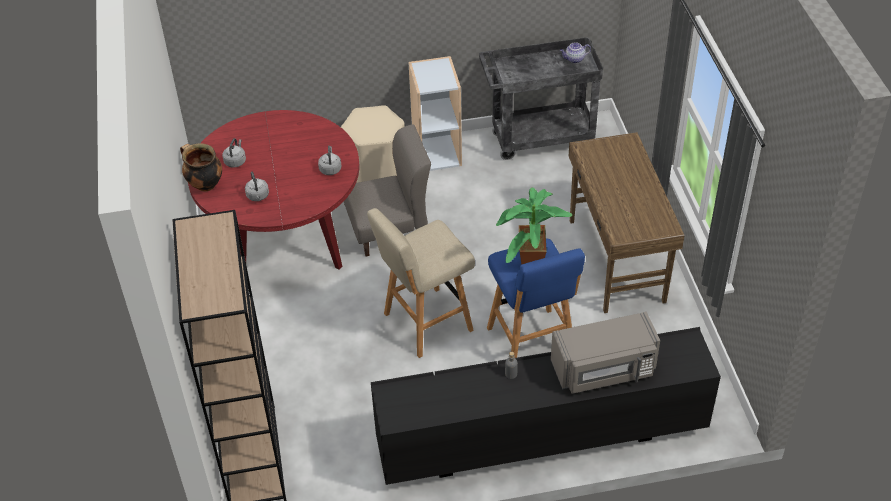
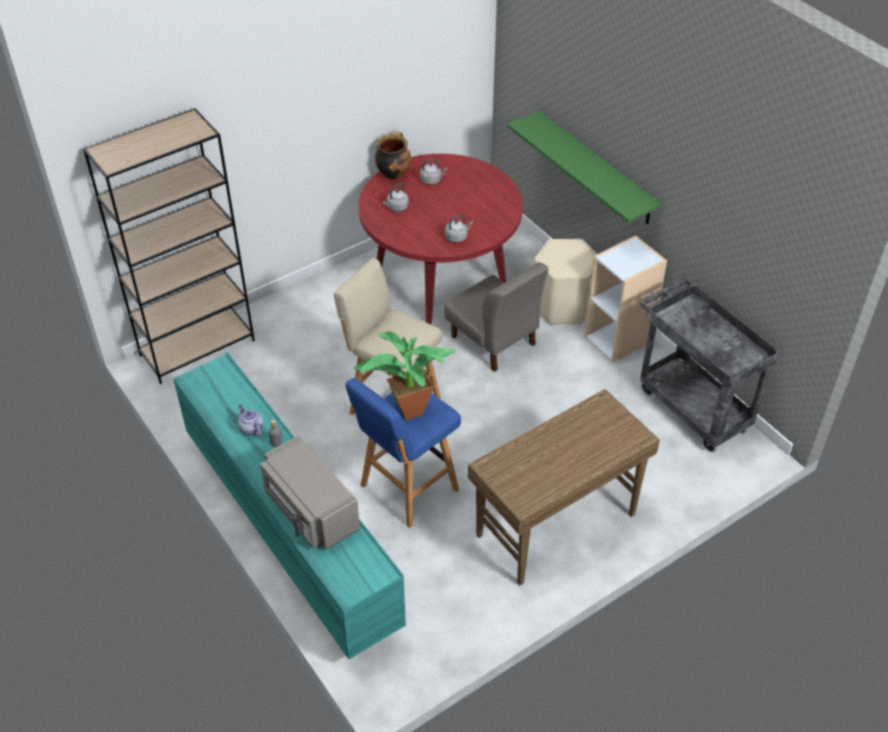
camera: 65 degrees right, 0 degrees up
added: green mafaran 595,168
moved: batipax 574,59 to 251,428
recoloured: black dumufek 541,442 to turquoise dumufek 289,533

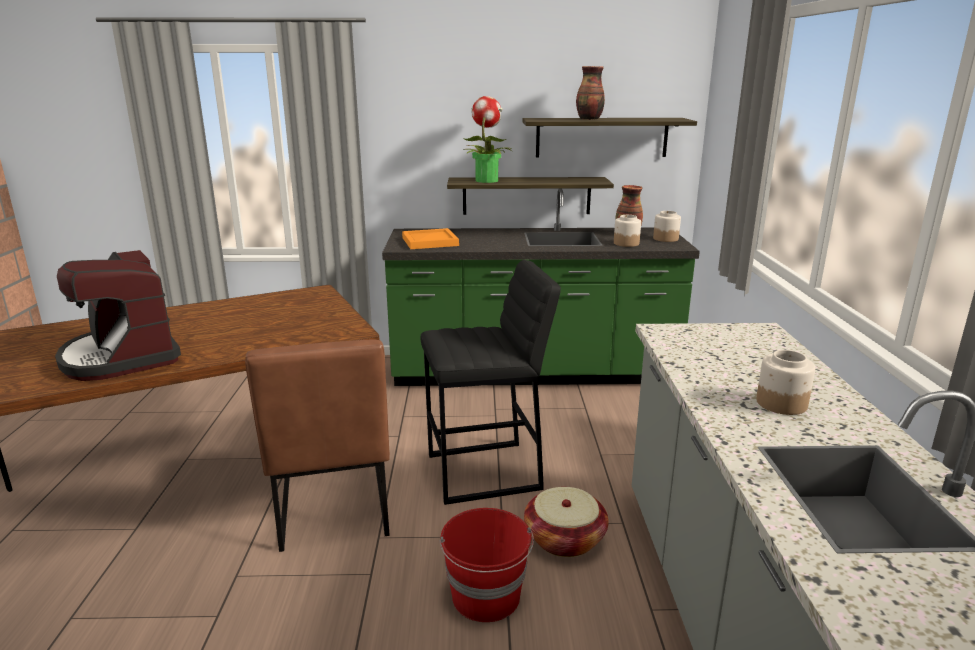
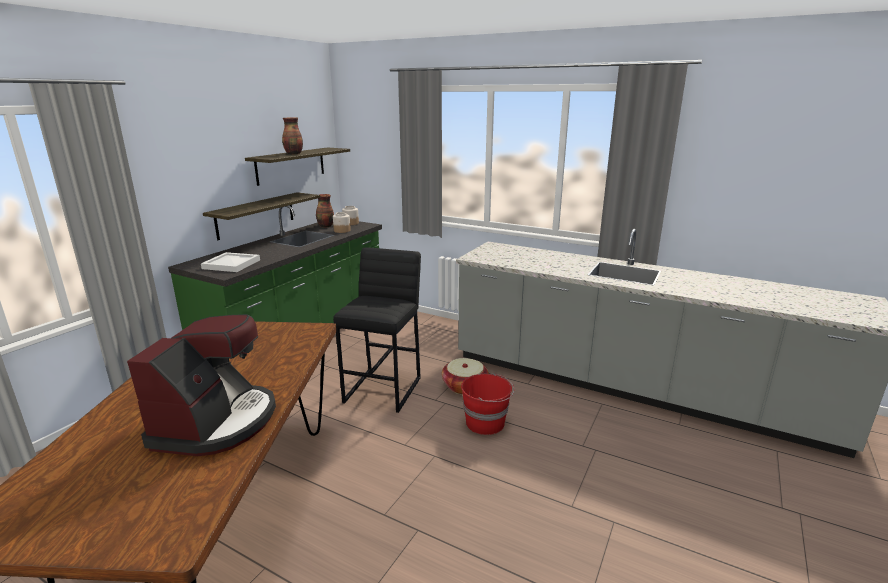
camera: 60 degrees left, 0 degrees up
removed: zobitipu 486,180; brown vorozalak 332,508; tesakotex 780,403
recoloured: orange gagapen 429,241 to white gagapen 230,264
turned: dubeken 122,357 = 217,422 75 degrees counterclockwise

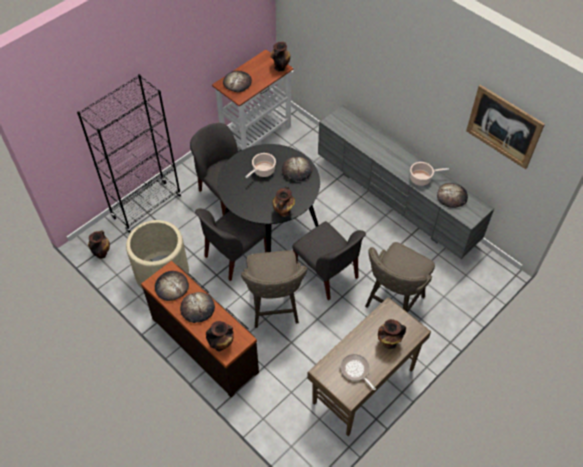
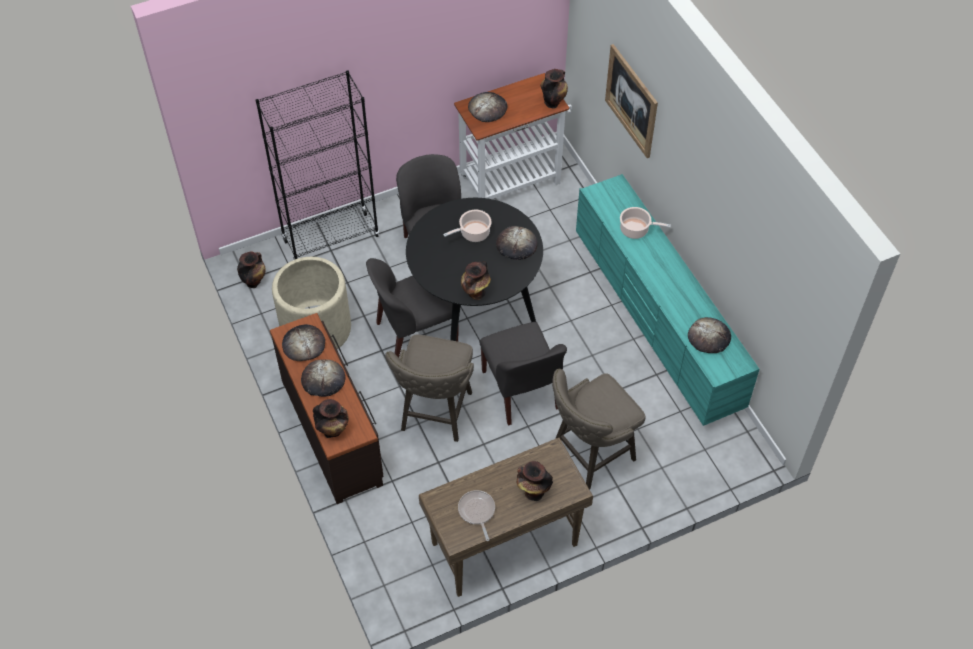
camera: 20 degrees right, 0 degrees up
moved: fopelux 504,126 to 631,101; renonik 422,178 to 636,230
recoloured: grey dumufek 395,201 to turquoise dumufek 656,324

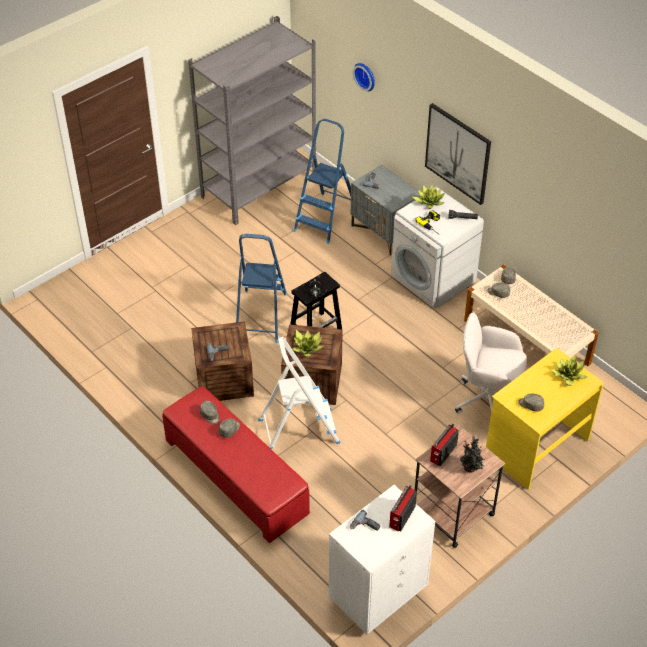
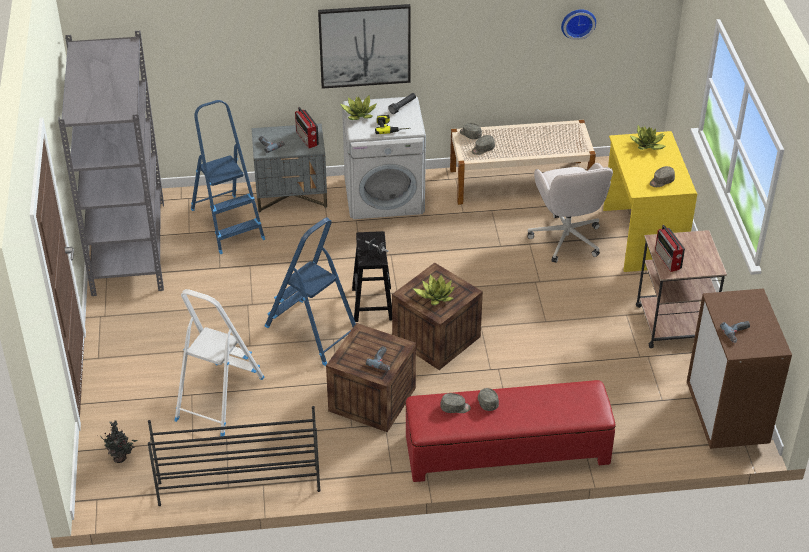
camera: 55 degrees left, 5 degrees down
added: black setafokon 238,486
moved: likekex 366,76 to 578,22; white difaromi 300,431 to 220,397; zobitipu 471,468 to 121,458; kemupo 401,517 to 307,139
recoloured: white dumufek 377,595 to brown dumufek 726,418
turned: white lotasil 487,401 = 566,239 60 degrees counterclockwise

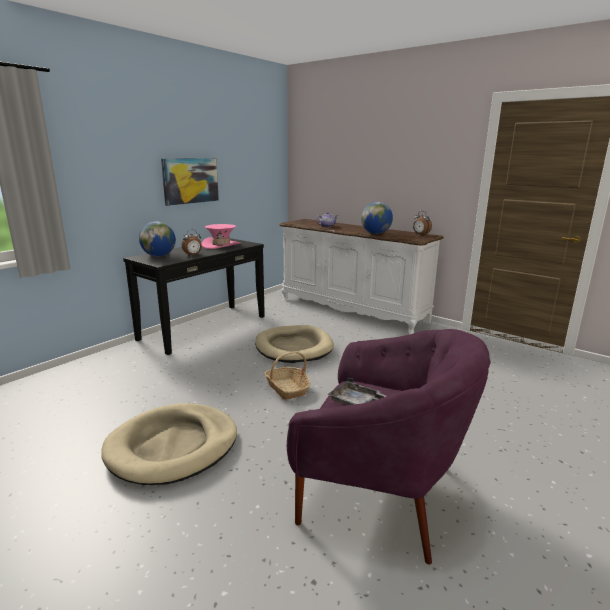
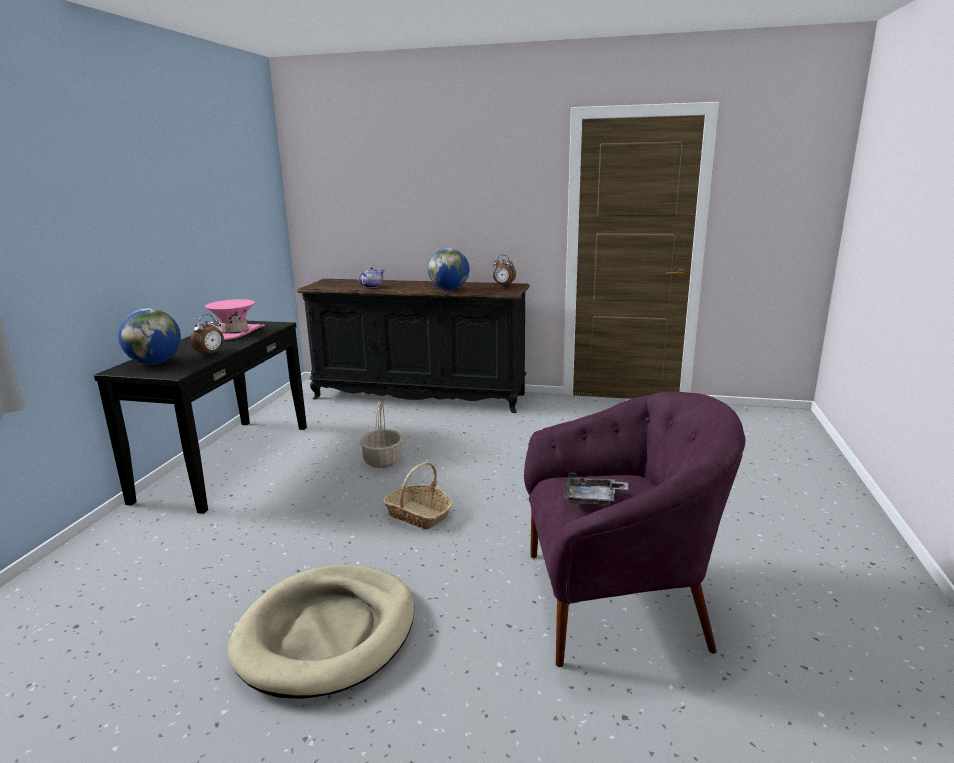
camera: 25 degrees left, 0 degrees up
removed: fopelux 190,180
replaced: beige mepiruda 293,347 to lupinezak 382,460
recoloured: white dumufek 350,310 to black dumufek 418,397

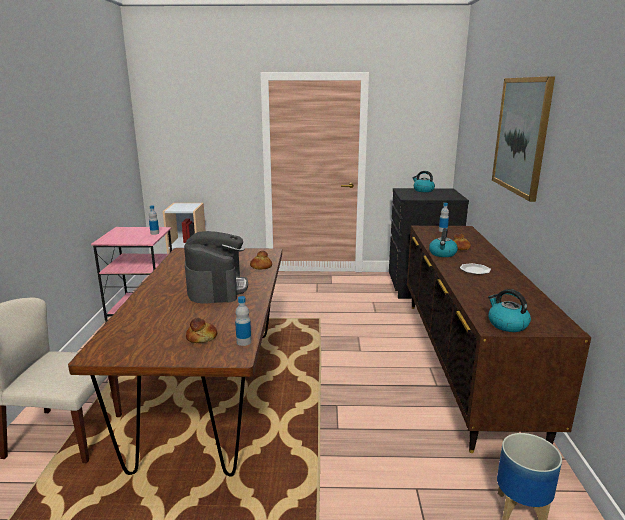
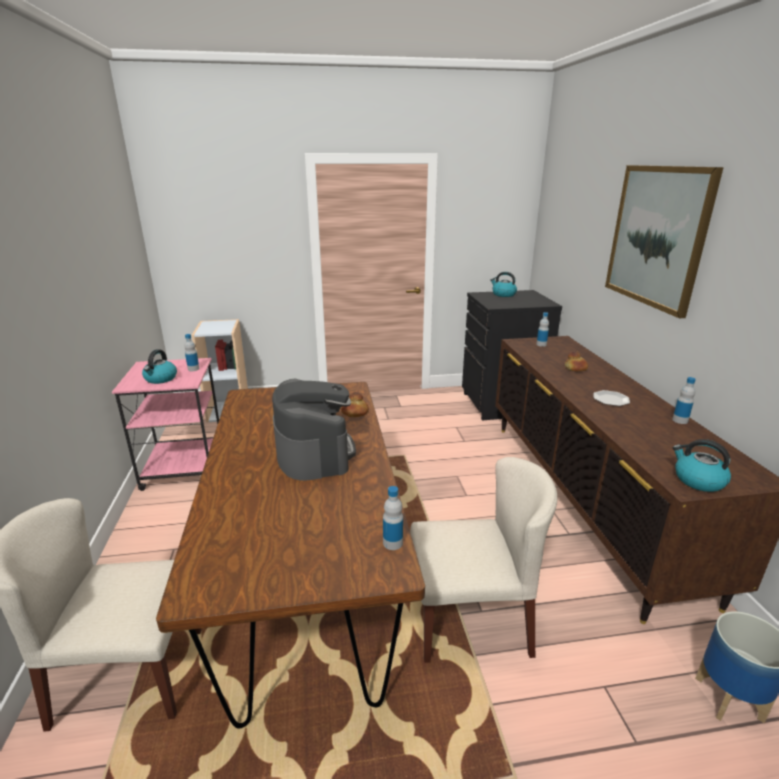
camera: 10 degrees left, 5 degrees up
removed: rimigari 202,338
added: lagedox 680,420; beige vorozalak 471,620
moved: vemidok 442,254 to 160,379

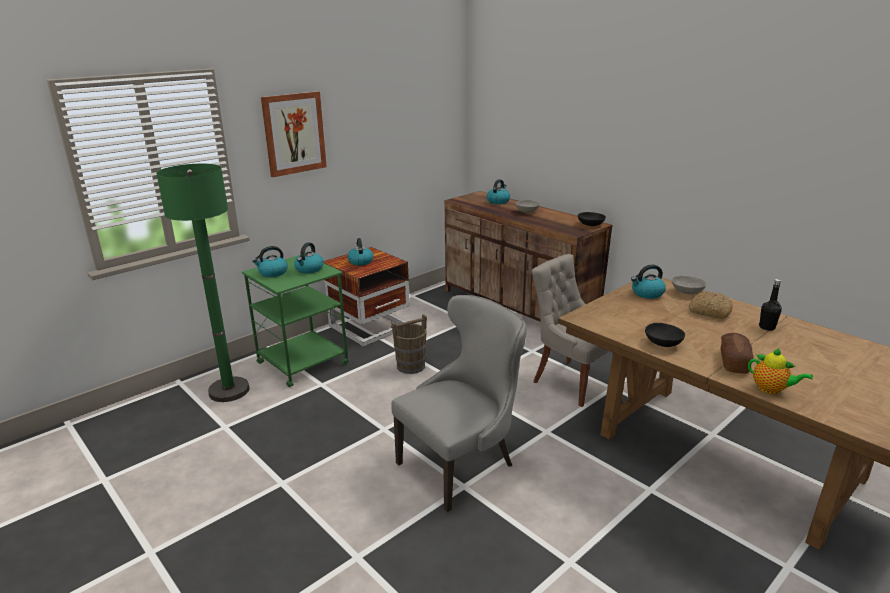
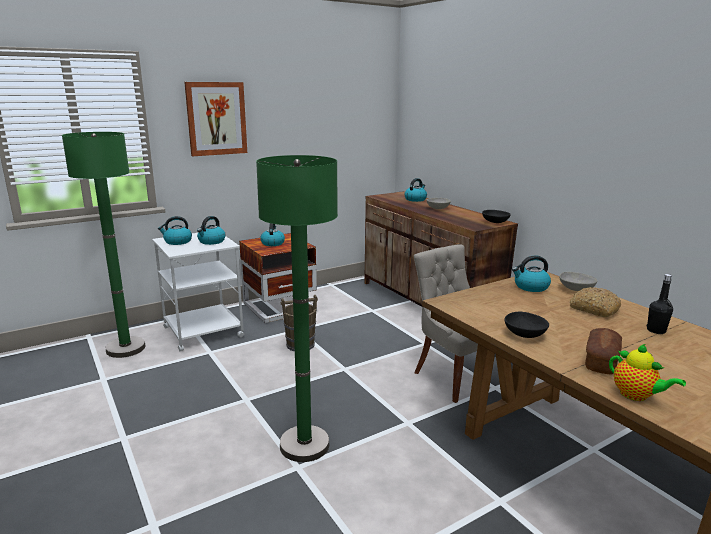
camera: 10 degrees right, 5 degrees down
replaced: grey vorozalak 461,465 to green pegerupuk 304,445
recoloured: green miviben 303,362 to white miviben 204,331

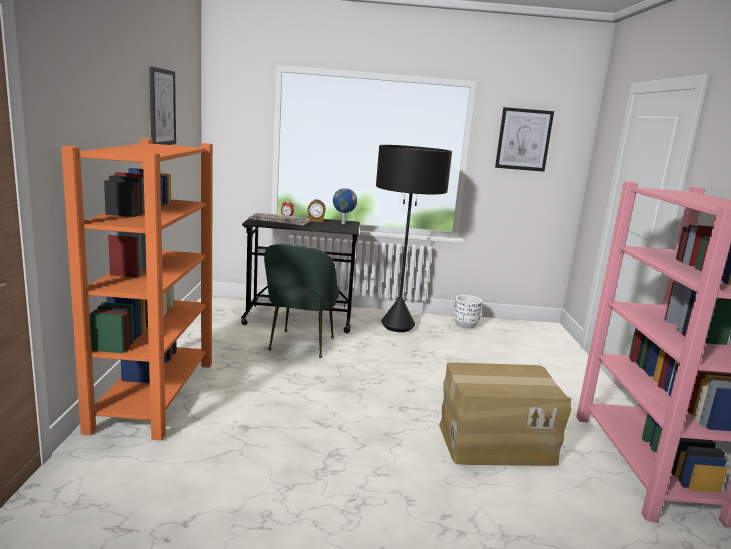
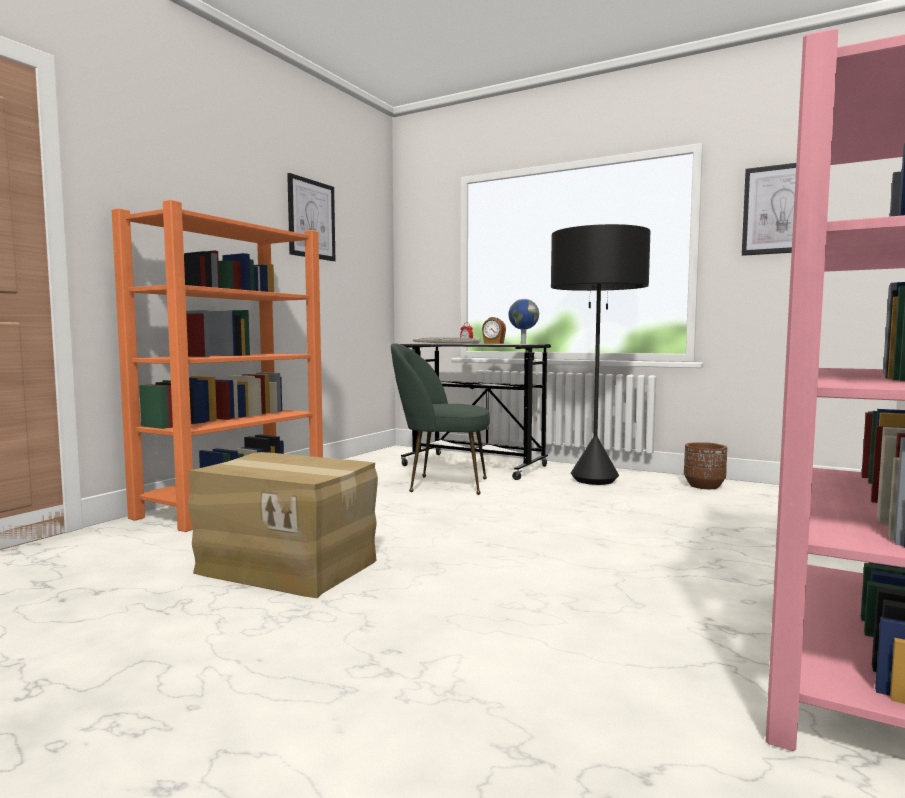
camera: 30 degrees right, 10 degrees down
moved: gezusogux 495,442 to 288,566
recoloured: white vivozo 465,325 to brown vivozo 704,486
turned: green vorozalak 300,346 = 441,485 60 degrees clockwise

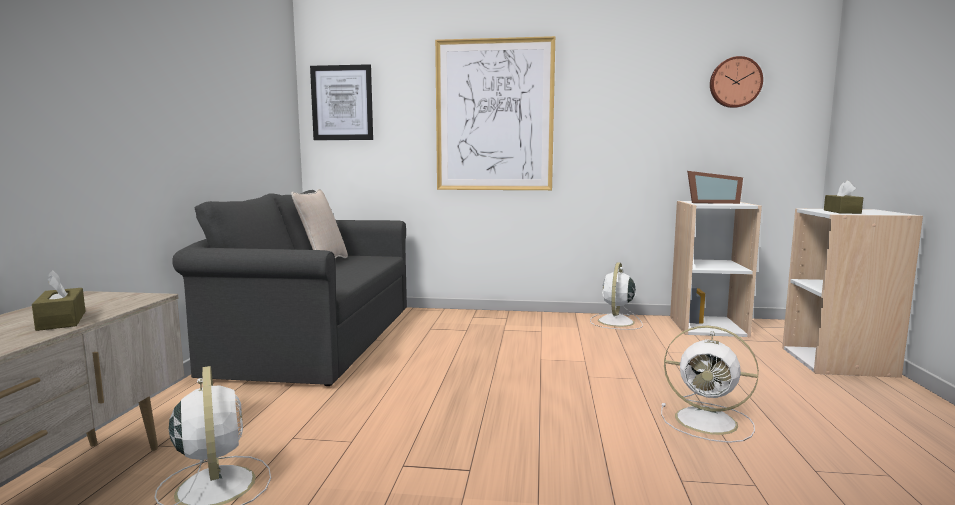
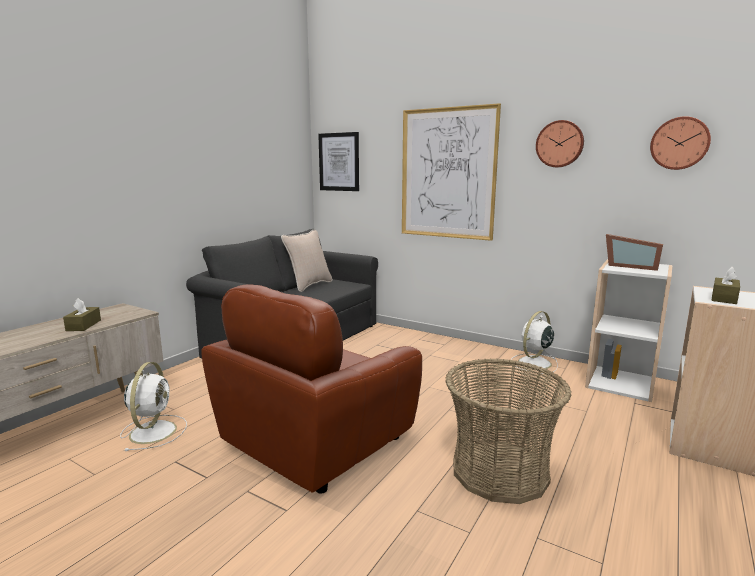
camera: 25 degrees right, 5 degrees up
added: likekex 560,144; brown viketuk 318,443
replaced: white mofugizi 709,421 to lupinezak 500,471

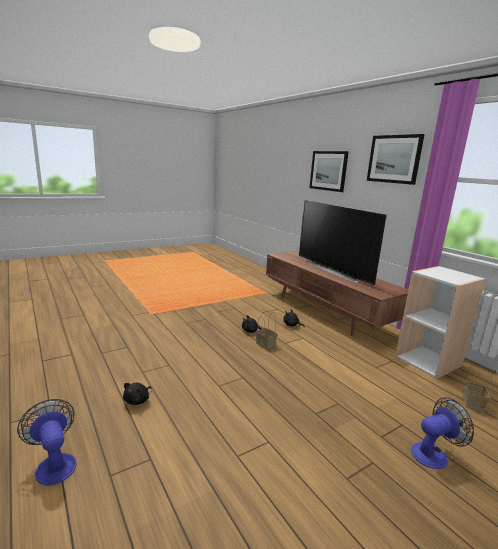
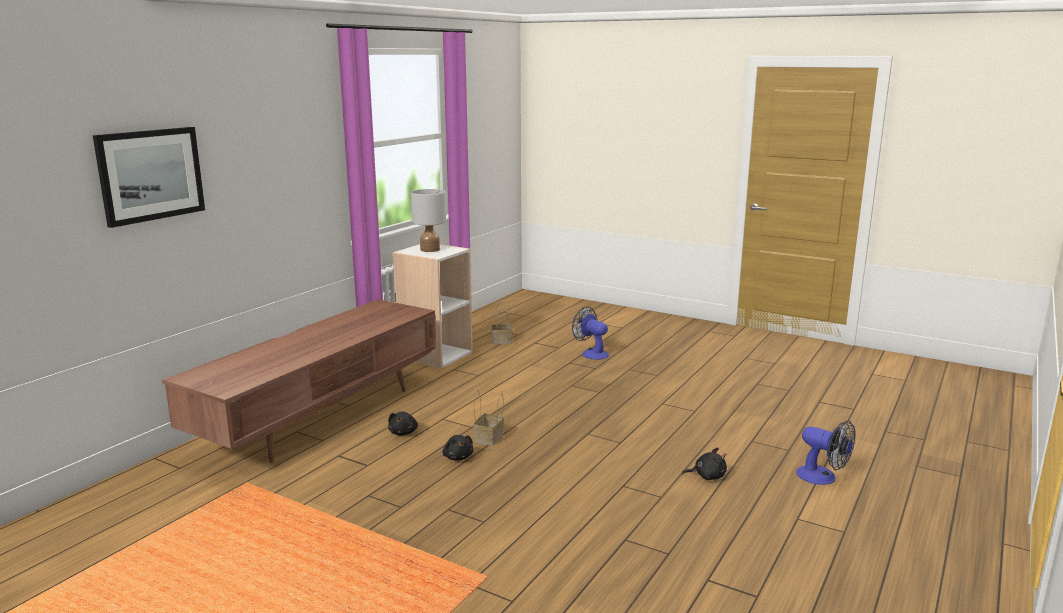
camera: 115 degrees left, 0 degrees up
removed: fopelux 394,159; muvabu 335,270
added: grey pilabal 430,250
turned: mofugizi 54,464 = 823,477 75 degrees counterclockwise

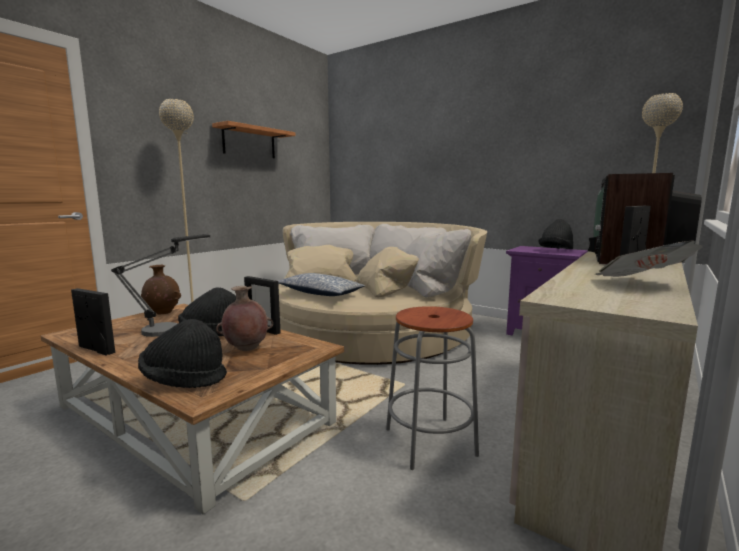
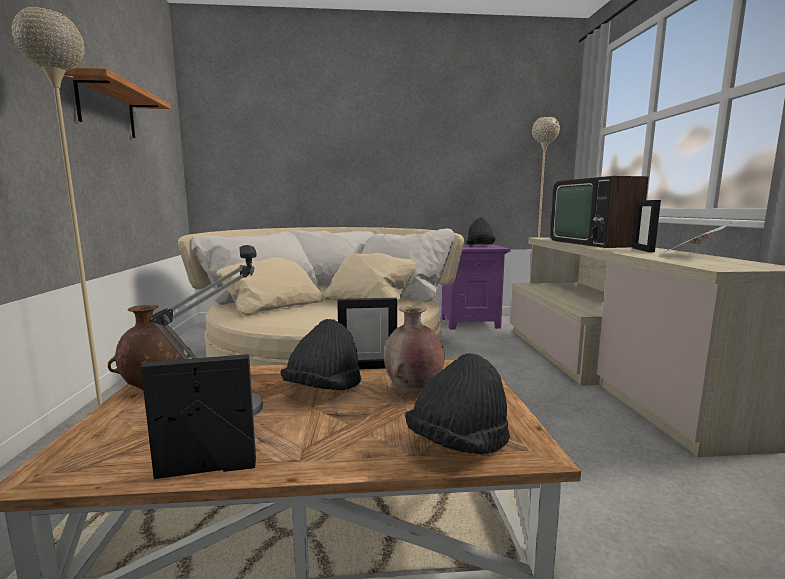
camera: 40 degrees left, 0 degrees up
removed: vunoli 320,293; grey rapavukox 429,441

